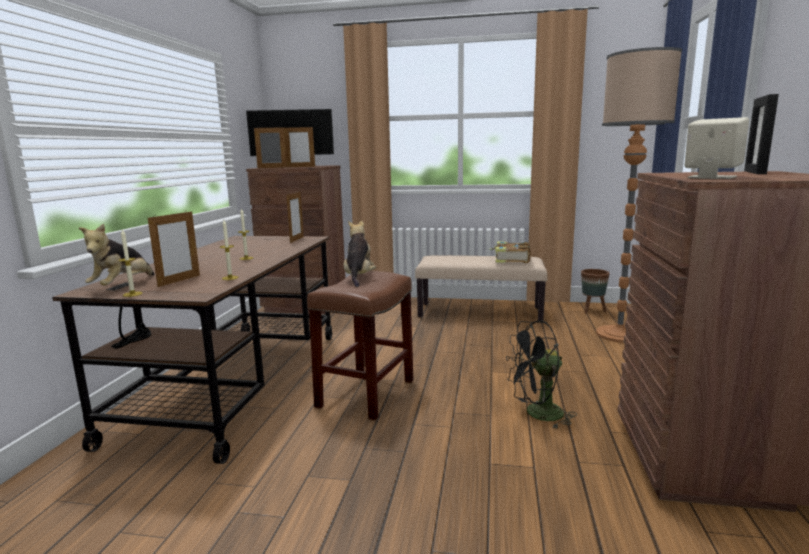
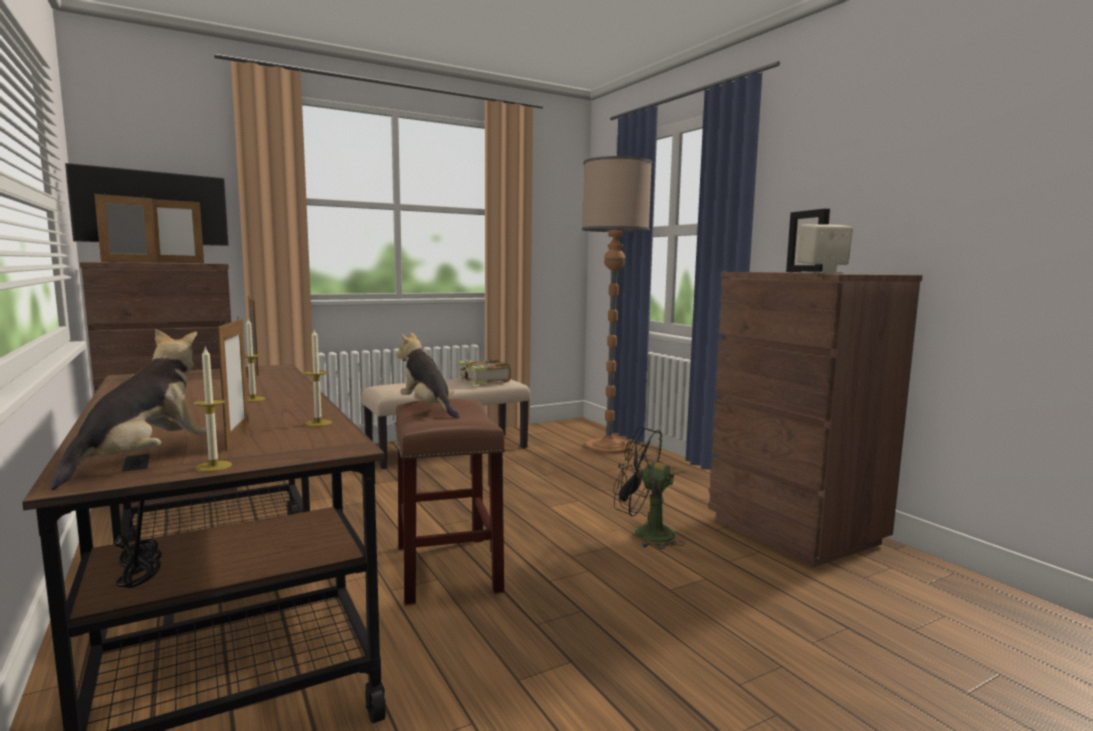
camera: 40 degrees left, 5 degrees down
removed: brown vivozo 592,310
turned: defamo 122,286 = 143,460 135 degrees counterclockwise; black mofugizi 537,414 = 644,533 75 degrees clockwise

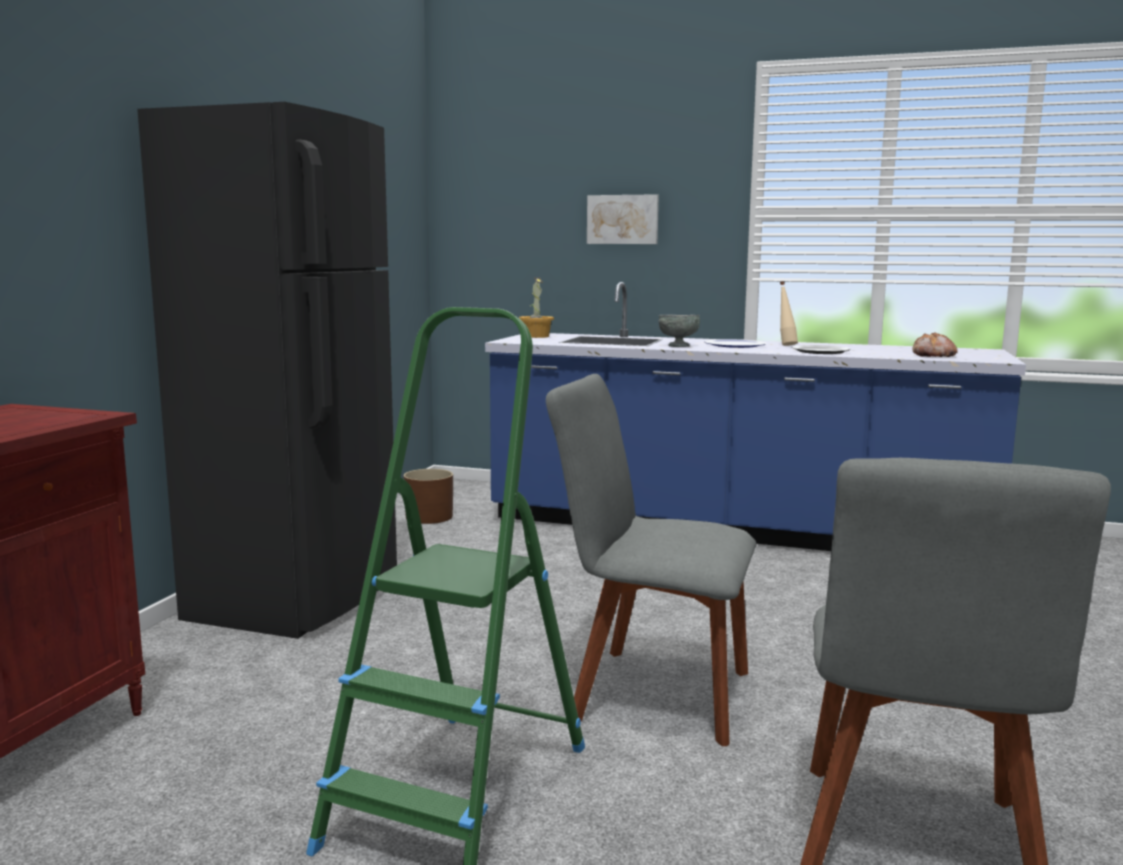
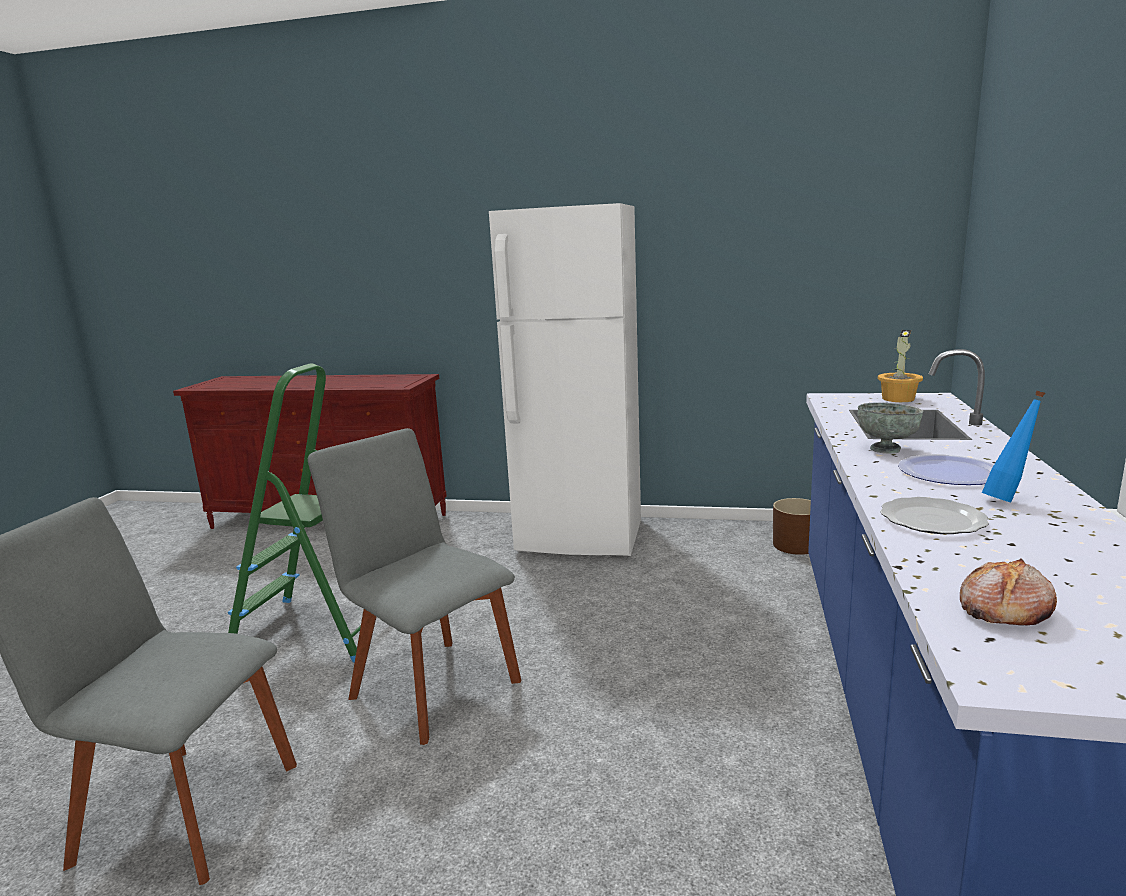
camera: 85 degrees right, 5 degrees up
removed: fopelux 623,219
recoloured: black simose 296,599 to white simose 580,537; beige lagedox 785,345 to blue lagedox 1008,499
turned: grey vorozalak 651,693 = 430,685 60 degrees counterclockwise

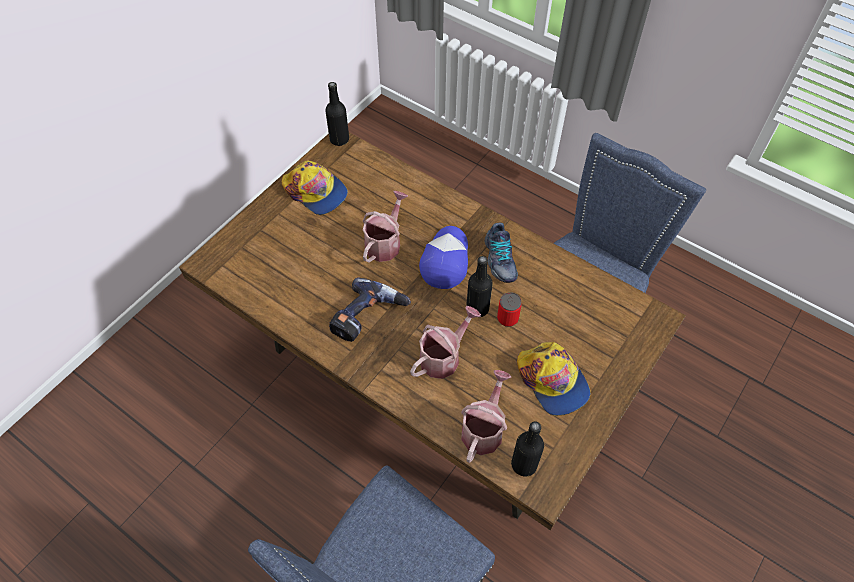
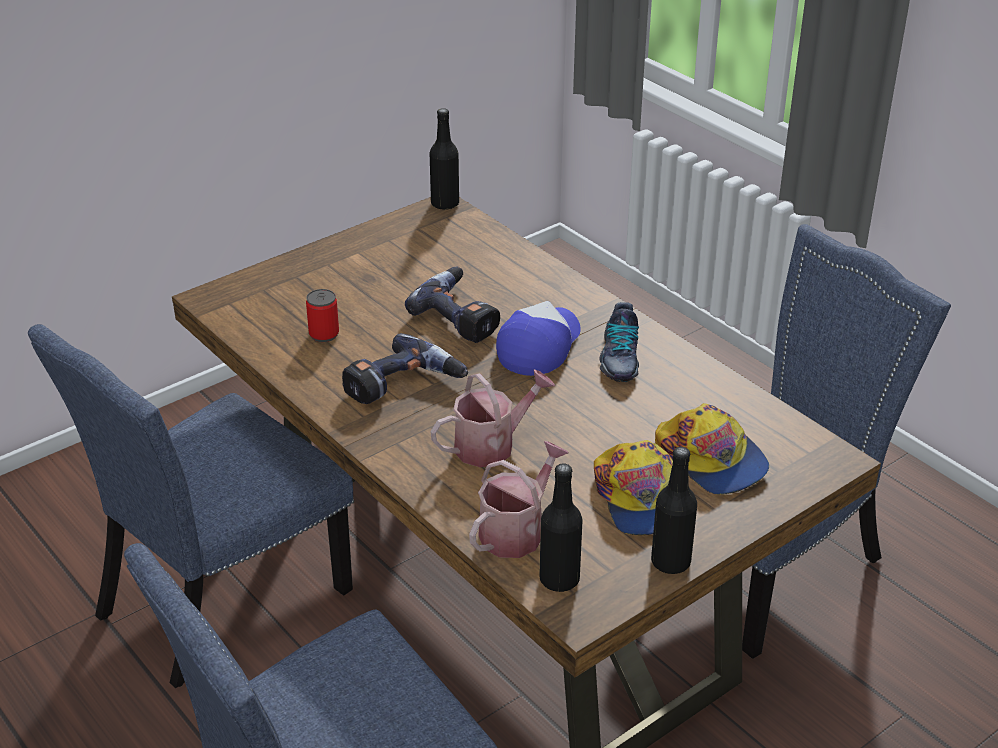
camera: 15 degrees right, 20 degrees down
added: blue vorozalak 225,596
moved: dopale 316,192 to 711,459; black lagedox 477,308 to 670,562; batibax 507,318 to 324,334
replaced: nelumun 385,243 to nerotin 461,315

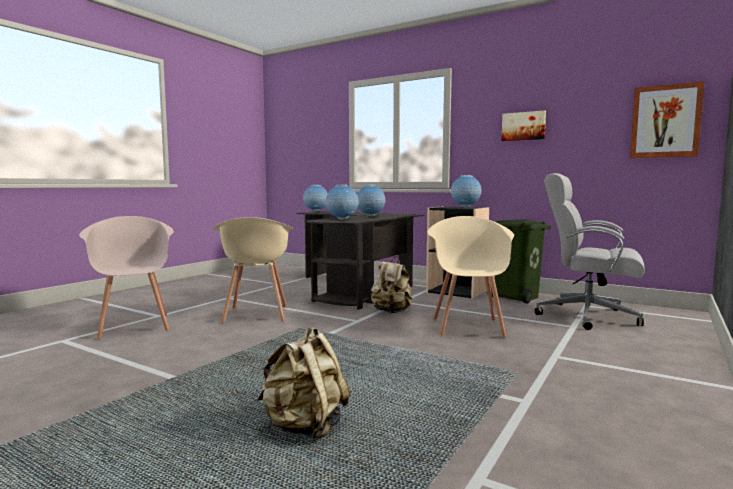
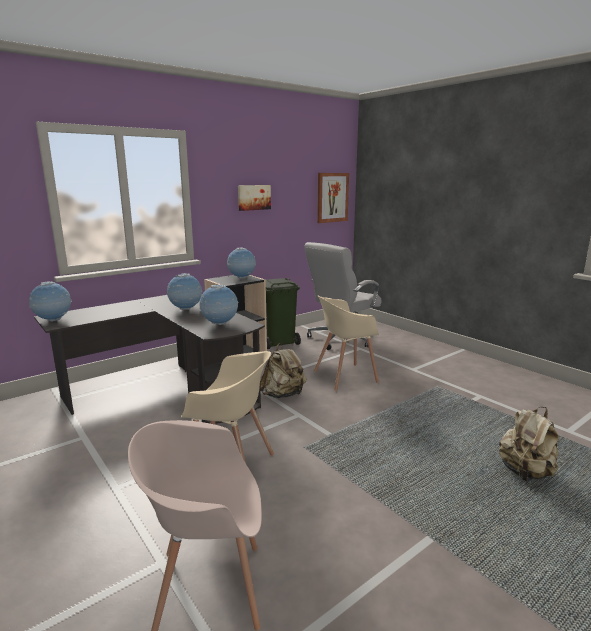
camera: 70 degrees left, 10 degrees up
turned: beige vorozalak 468,327 = 344,377 45 degrees counterclockwise

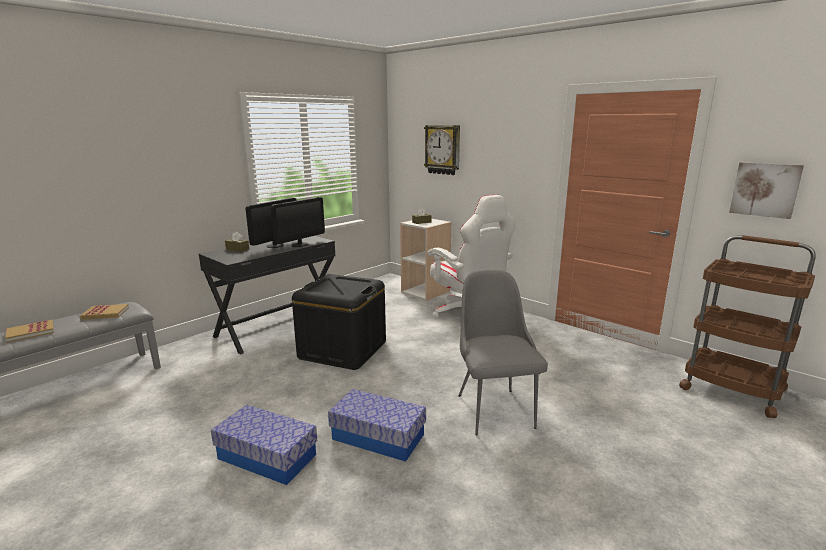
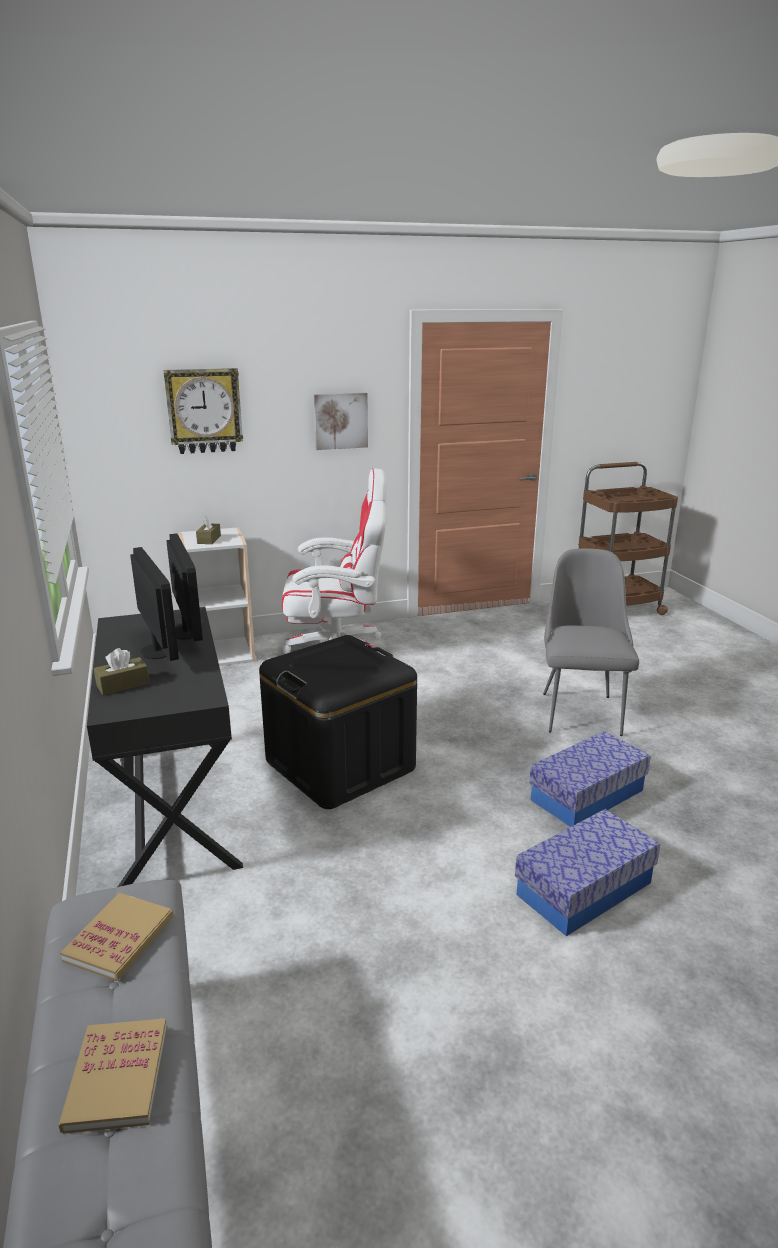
camera: 60 degrees left, 5 degrees up
moved: fopelux 765,189 to 340,421
turned: grey vorozalak 494,411 = 579,713 75 degrees clockwise

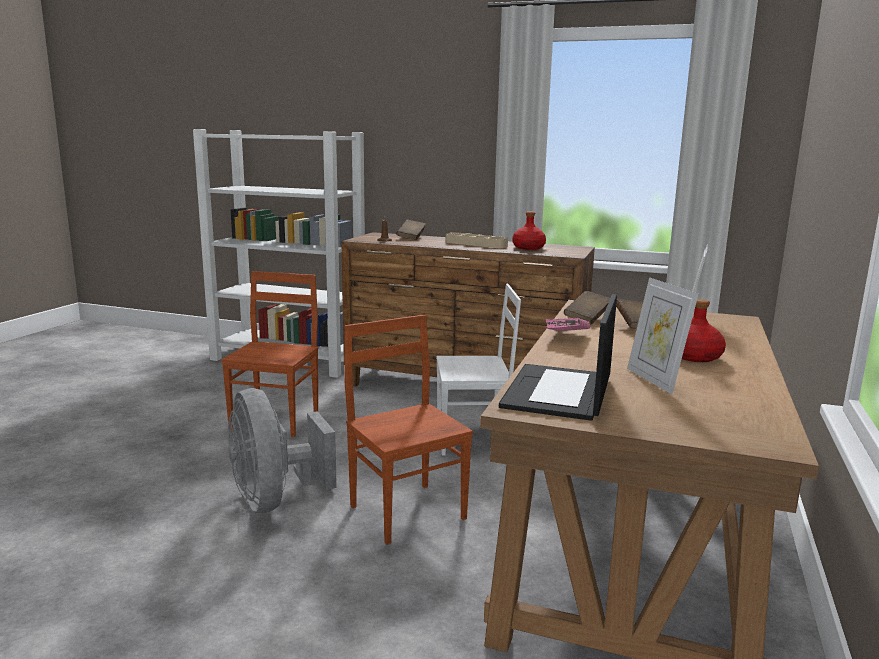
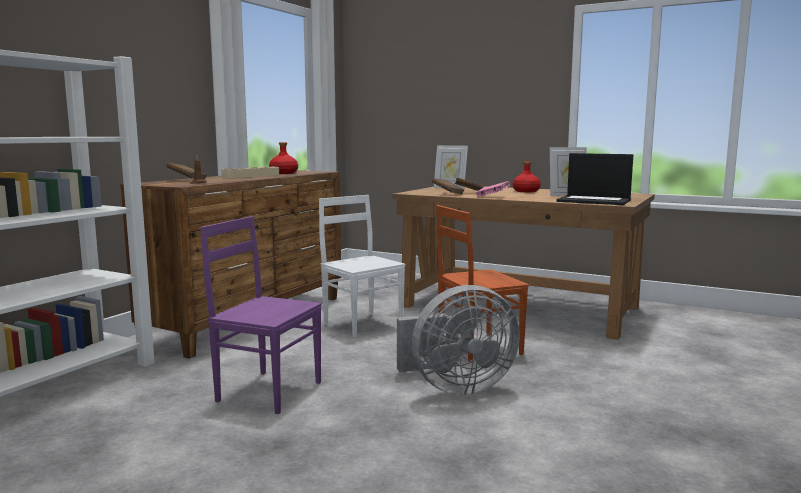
camera: 80 degrees left, 5 degrees down
recoloured: brown vorozalak 276,421 to purple vorozalak 269,391
turned: white vorozalak 472,439 = 363,324 45 degrees counterclockwise

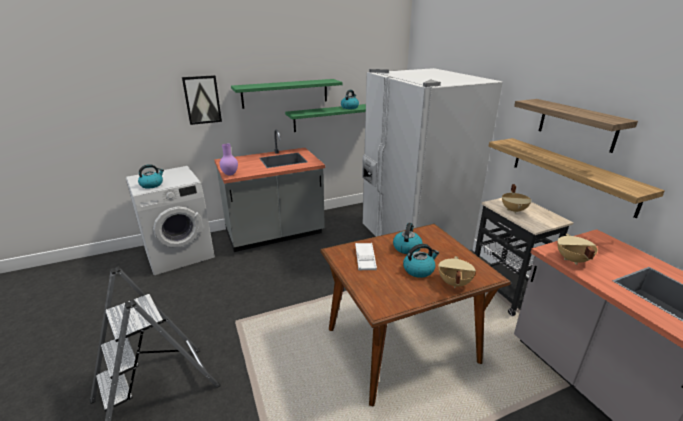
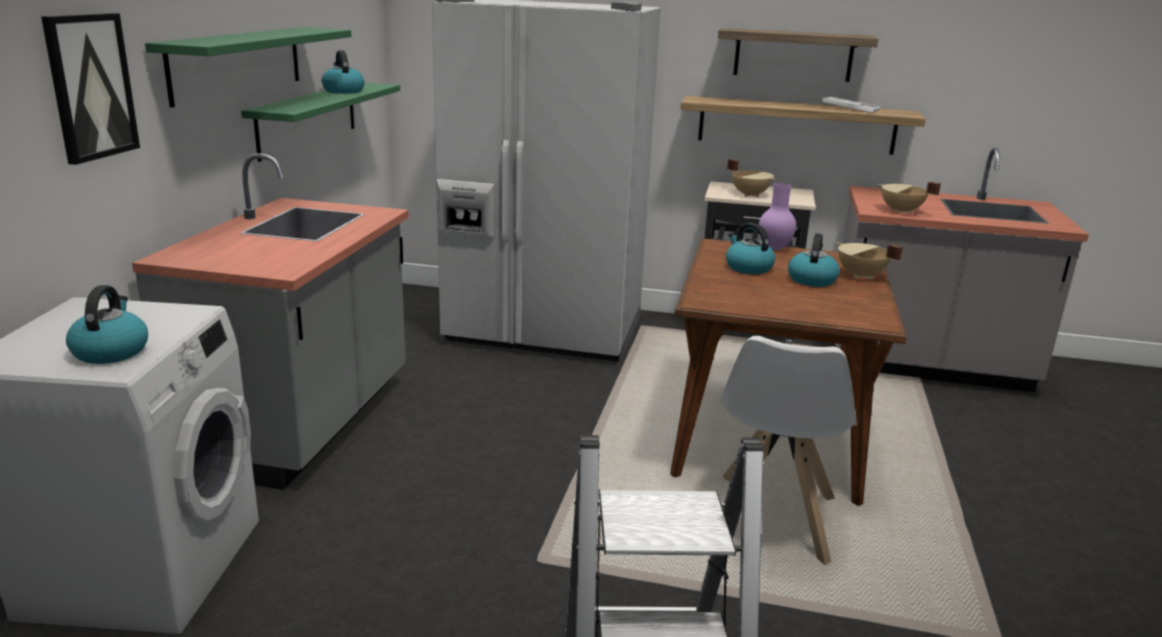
camera: 55 degrees left, 5 degrees down
added: vorozalak 771,520
moved: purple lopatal 230,174 to 775,248; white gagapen 365,259 to 850,109

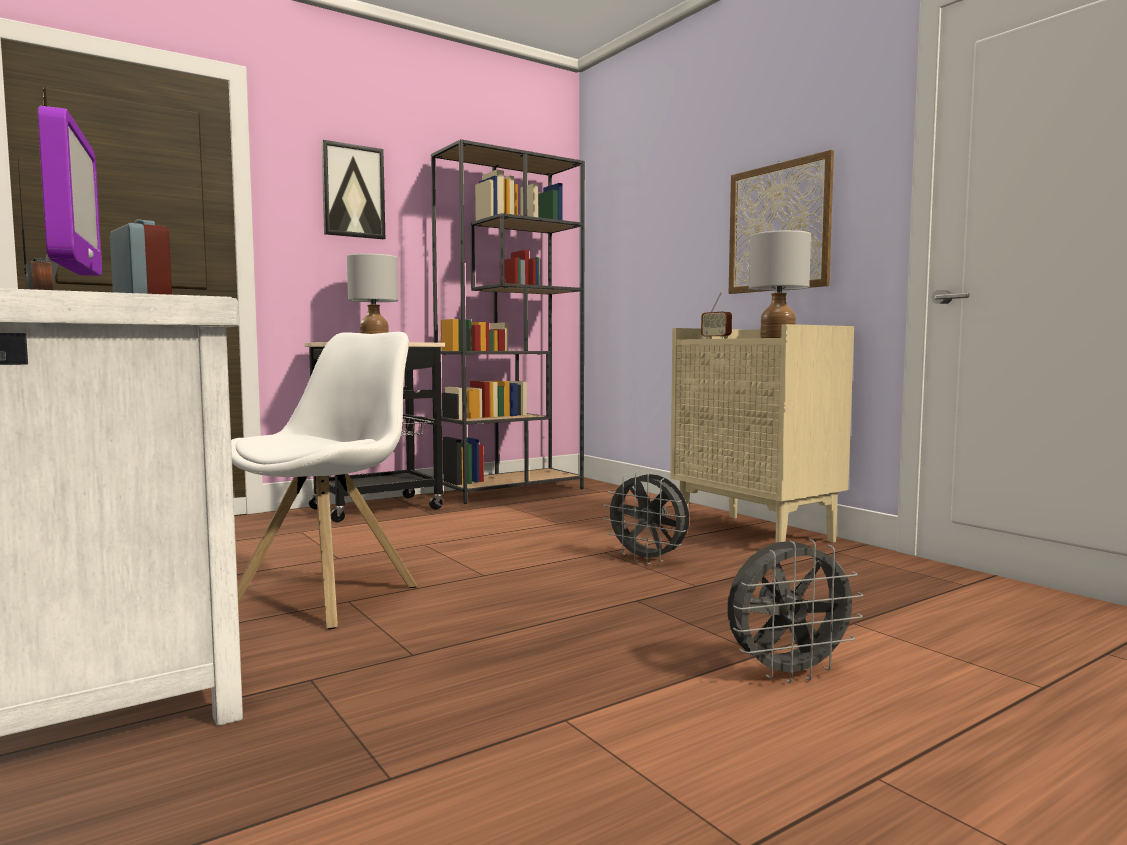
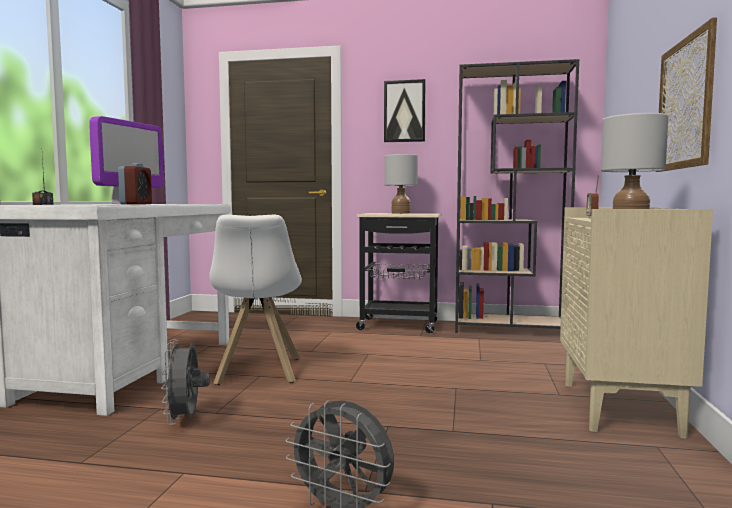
camera: 45 degrees right, 0 degrees up
moved: grey mofugizi 648,560 to 185,420
turned: white vorozalak 329,596 = 258,371 105 degrees clockwise

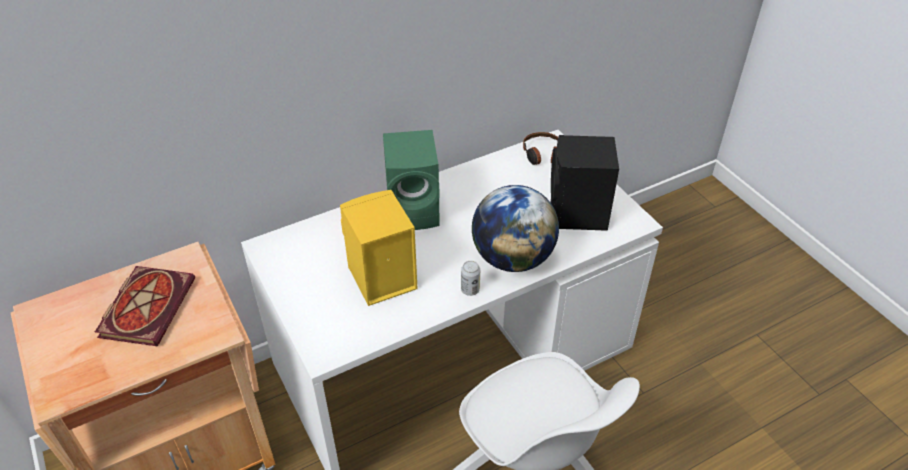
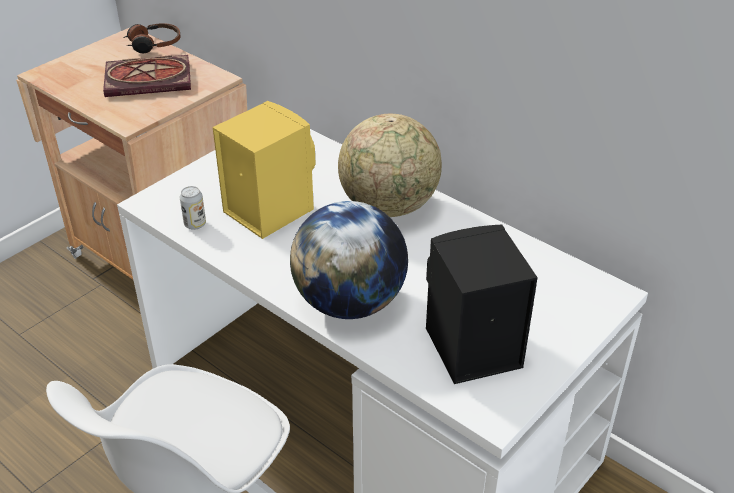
camera: 70 degrees right, 5 degrees down
moved: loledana 542,155 to 153,44; batibax 470,290 to 195,224
replaced: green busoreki 415,211 to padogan 389,207

